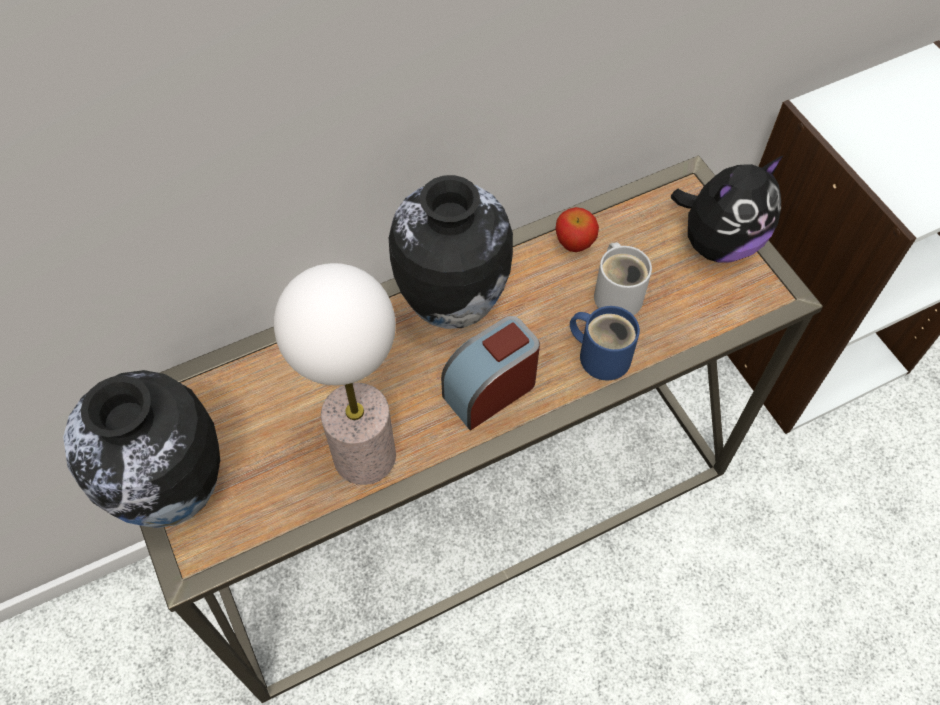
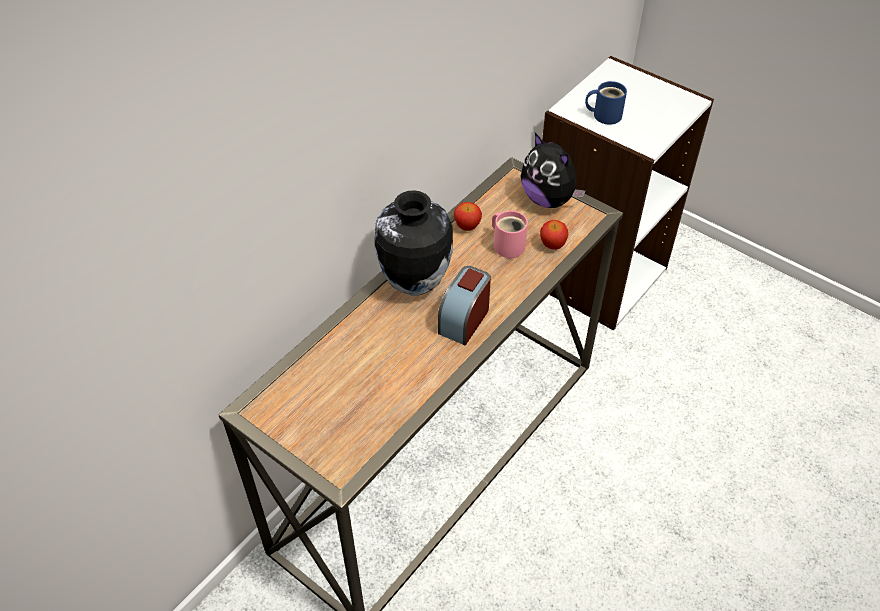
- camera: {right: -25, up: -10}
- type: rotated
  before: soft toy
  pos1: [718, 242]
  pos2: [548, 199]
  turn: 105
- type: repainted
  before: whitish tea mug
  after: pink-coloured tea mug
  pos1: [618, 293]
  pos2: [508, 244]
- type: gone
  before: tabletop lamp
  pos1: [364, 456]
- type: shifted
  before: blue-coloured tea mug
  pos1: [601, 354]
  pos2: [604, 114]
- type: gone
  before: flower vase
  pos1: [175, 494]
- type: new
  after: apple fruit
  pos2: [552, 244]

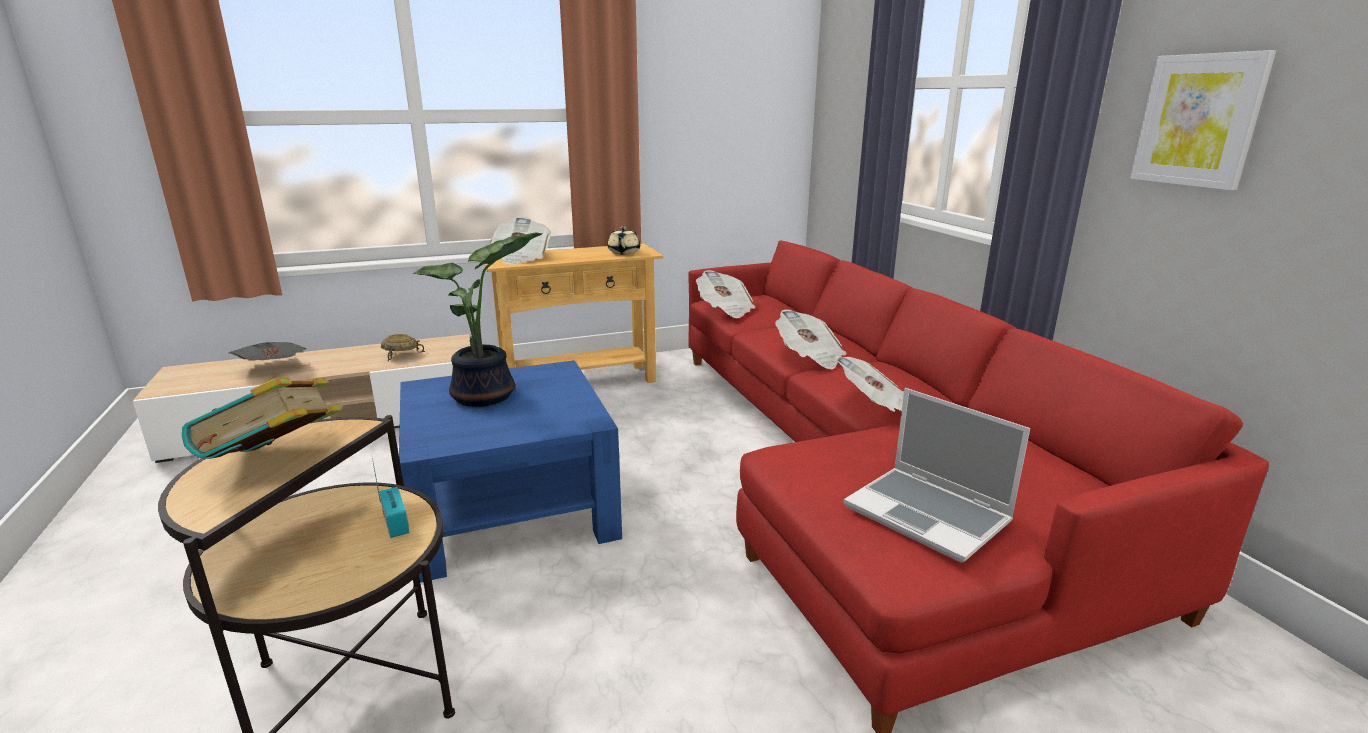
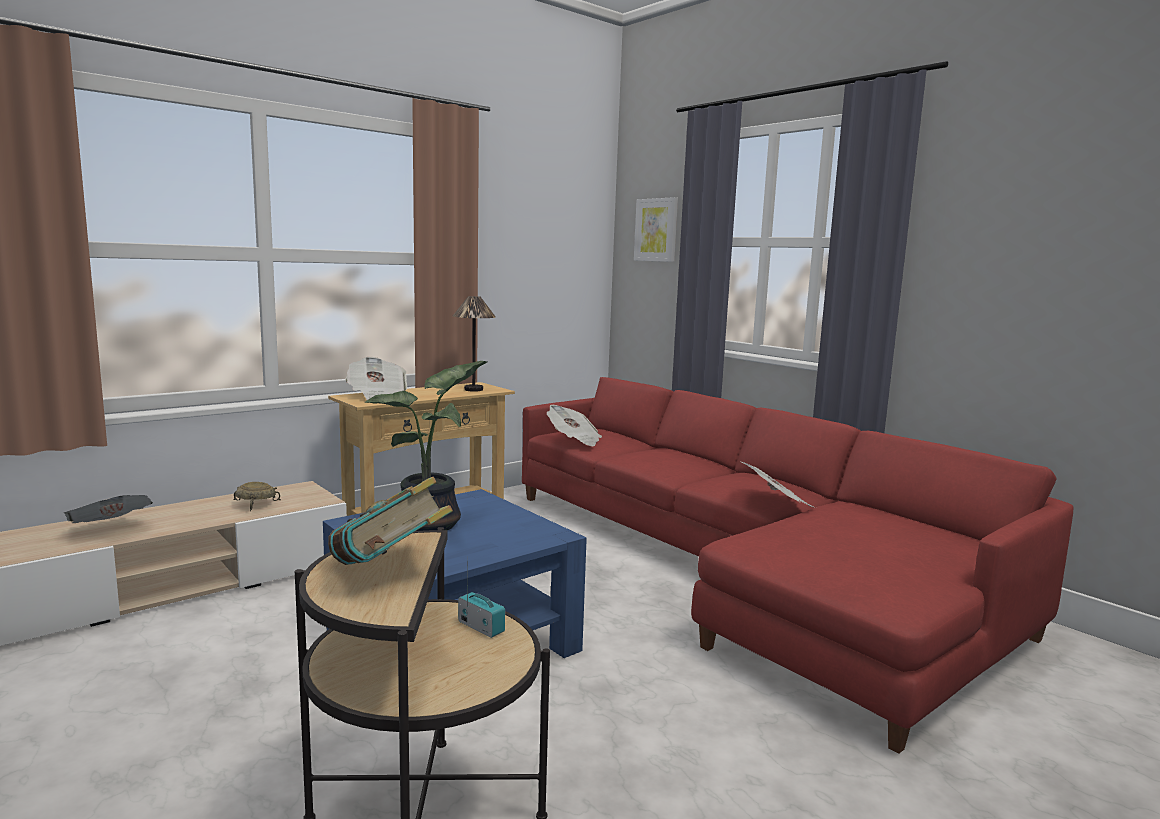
- camera: {right: -20, up: -10}
- type: shifted
  before: picture
  pos1: [1199, 120]
  pos2: [656, 230]
- type: swapped
  before: beige-coloured teapot
  after: tabletop lamp
  pos1: [623, 252]
  pos2: [474, 390]
- type: gone
  before: newspaper
  pos1: [810, 357]
- type: gone
  before: laptop
  pos1: [929, 515]

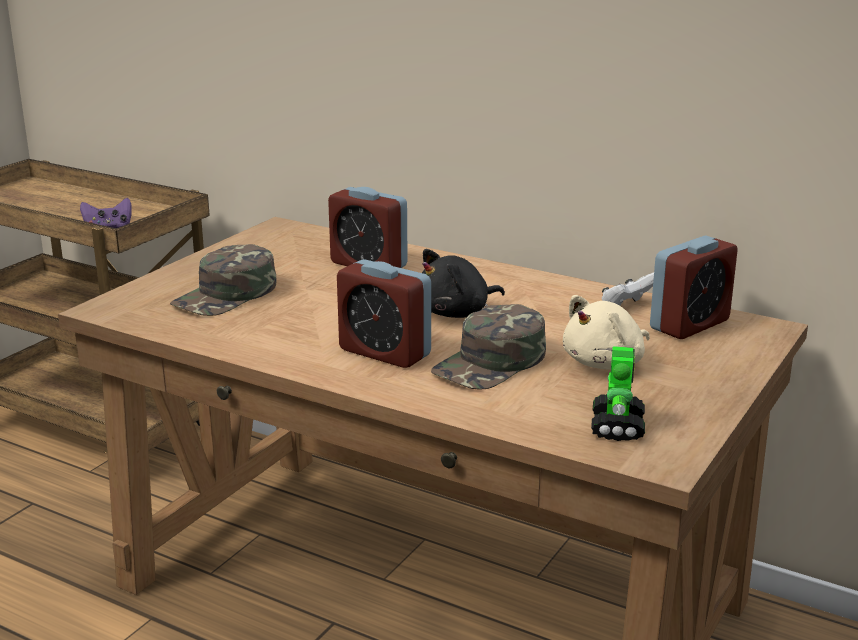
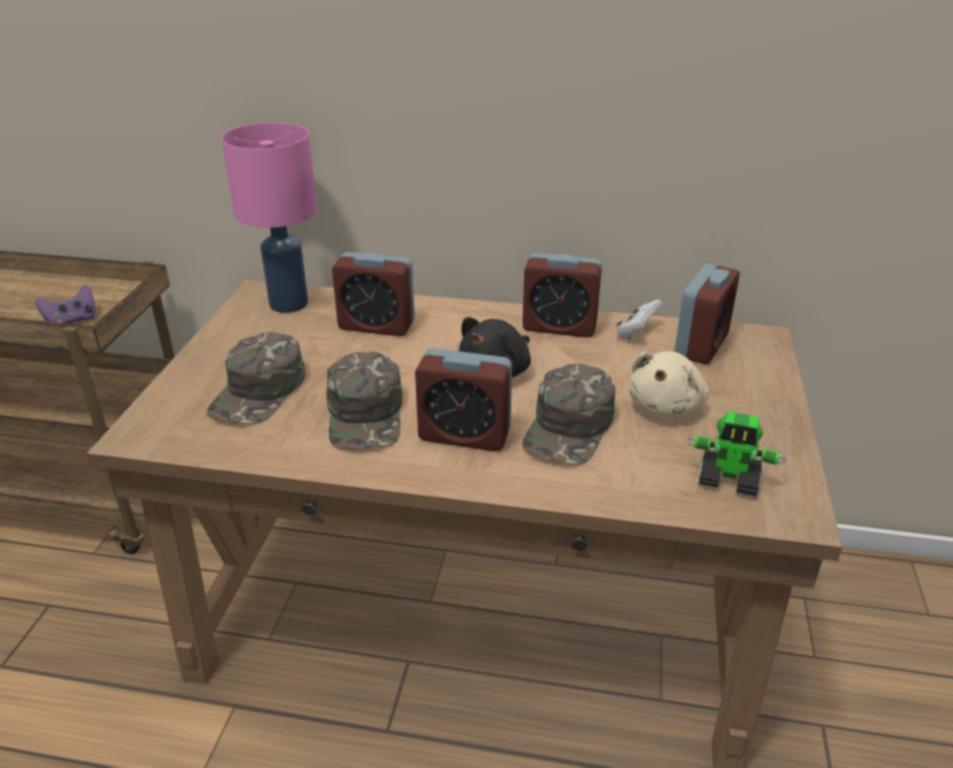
- camera: {right: -20, up: 10}
- type: rotated
  before: model robot
  pos1: [617, 426]
  pos2: [729, 480]
  turn: 120
- type: new
  after: pink-coloured tabletop lamp
  pos2: [288, 303]
- type: new
  after: table clock
  pos2: [559, 327]
- type: new
  after: greenish baseball cap
  pos2: [366, 414]

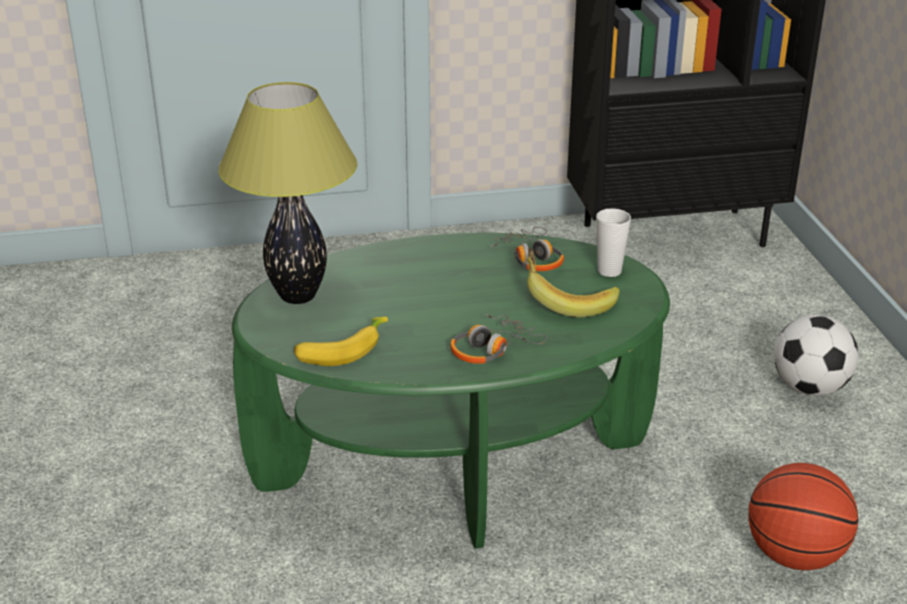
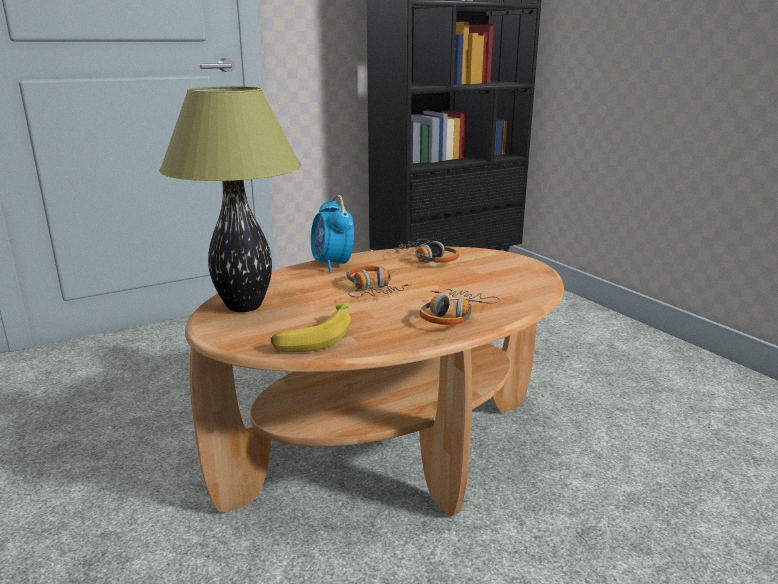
- camera: {right: -20, up: -10}
- type: gone
  before: small cup
  pos1: [609, 271]
- type: repainted
  before: greenish low table
  after: brownish low table
  pos1: [454, 466]
  pos2: [389, 451]
- type: gone
  before: banana fruit
  pos1: [566, 300]
- type: gone
  before: ball for football
  pos1: [809, 388]
- type: gone
  before: basketball ball
  pos1: [794, 556]
- type: new
  after: table clock
  pos2: [332, 265]
- type: new
  after: headset
  pos2: [372, 290]

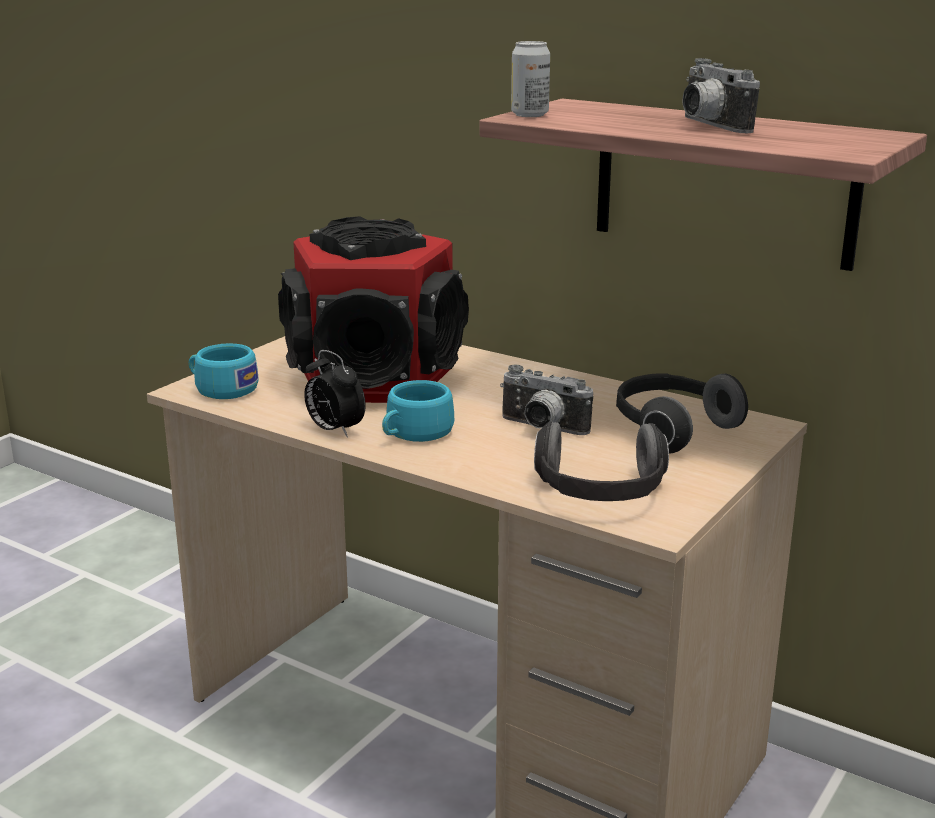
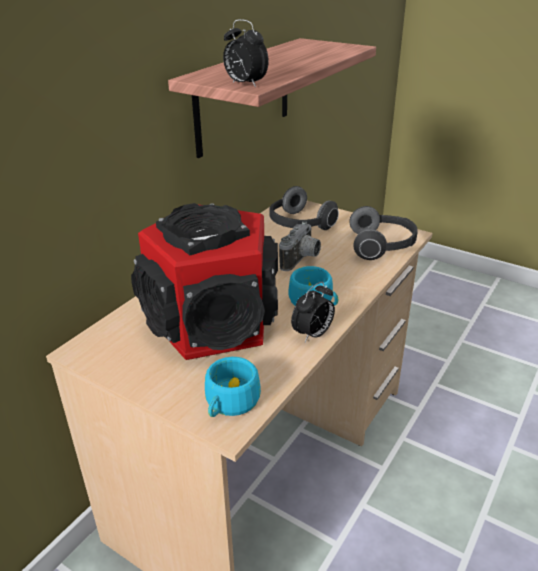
- camera: {right: -90, up: 10}
- type: swapped
  before: can
  after: table clock
  pos1: [529, 115]
  pos2: [245, 84]
- type: gone
  before: photo camera
  pos1: [707, 126]

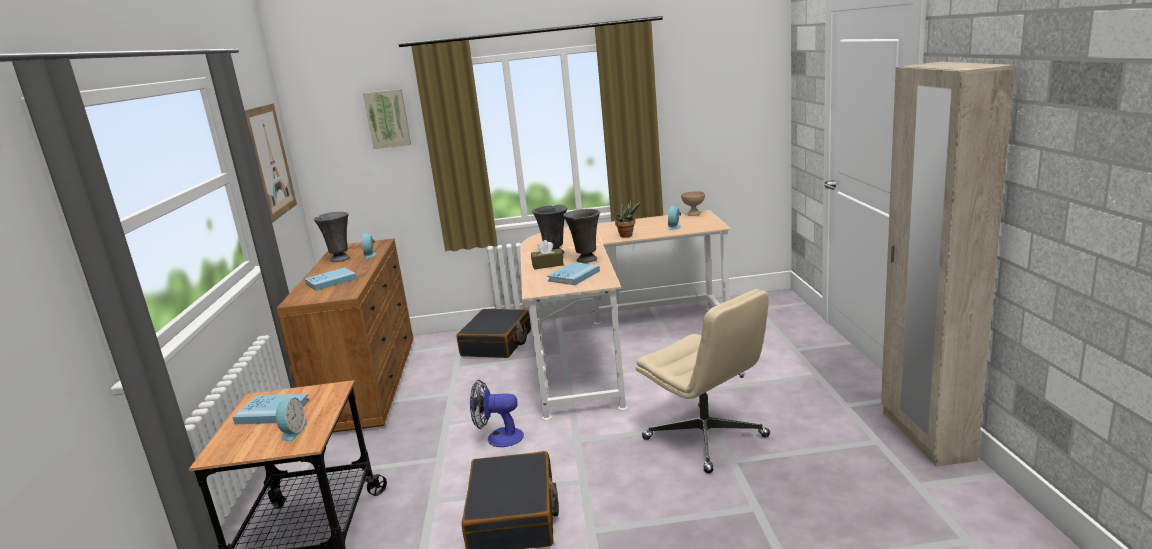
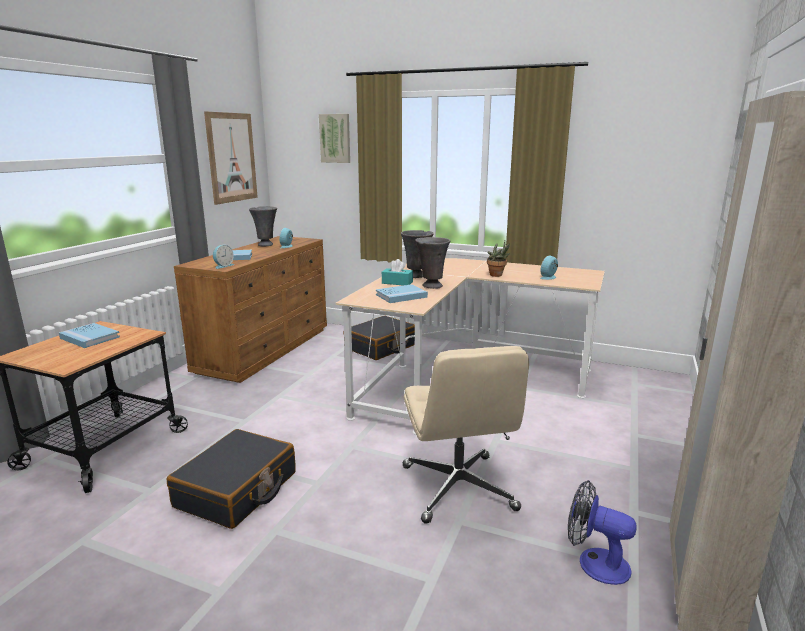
- camera: {right: 25, up: 0}
- type: gone
  before: beige-coloured serving bowl
  pos1: [694, 214]
- type: repainted
  before: brownish box of tissues
  after: turquoise-coloured box of tissues
  pos1: [547, 265]
  pos2: [397, 283]
- type: shifted
  before: electric fan
  pos1: [498, 438]
  pos2: [594, 562]
- type: shifted
  before: table clock
  pos1: [292, 432]
  pos2: [223, 266]

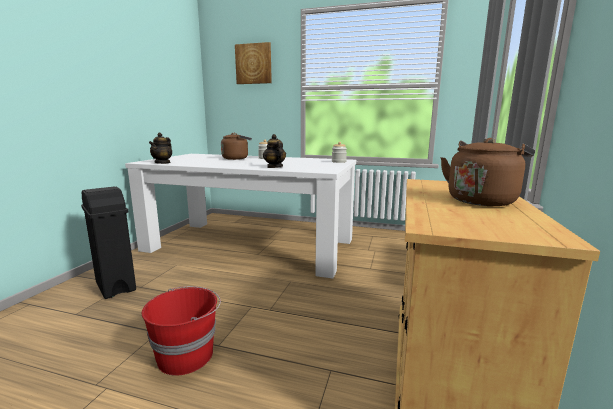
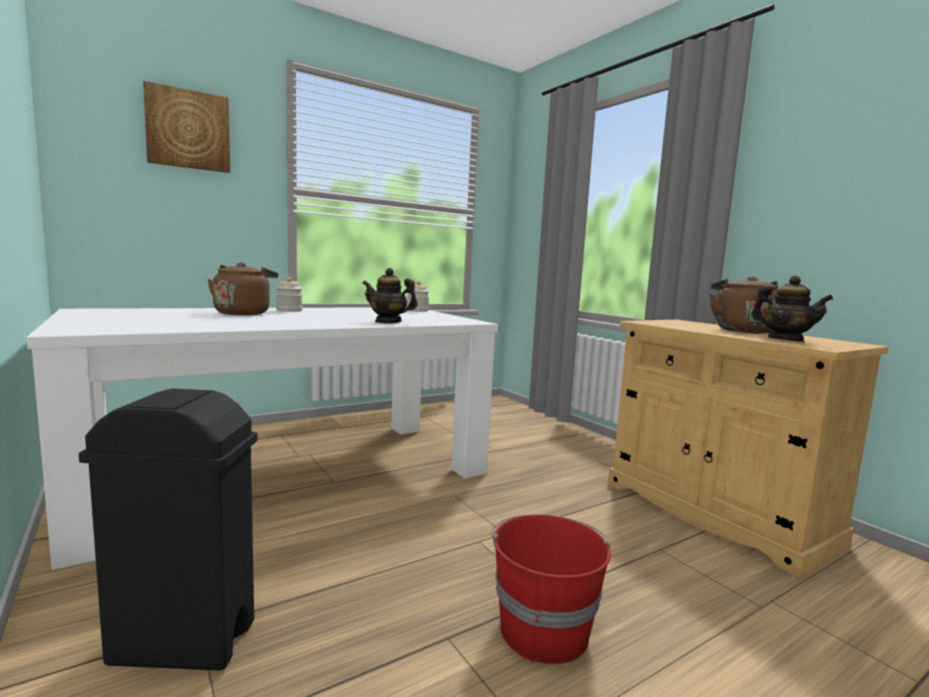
- camera: {right: -50, up: -5}
- type: shifted
  before: teapot
  pos1: [162, 162]
  pos2: [785, 340]

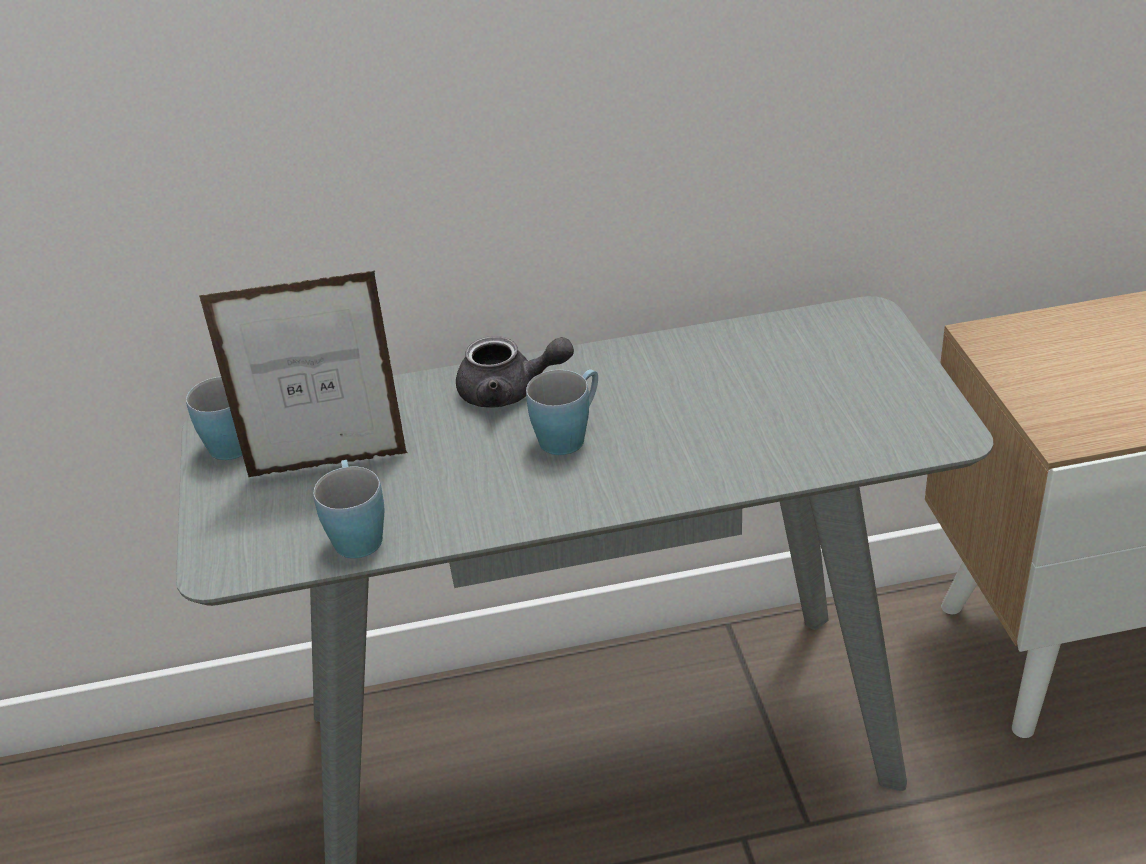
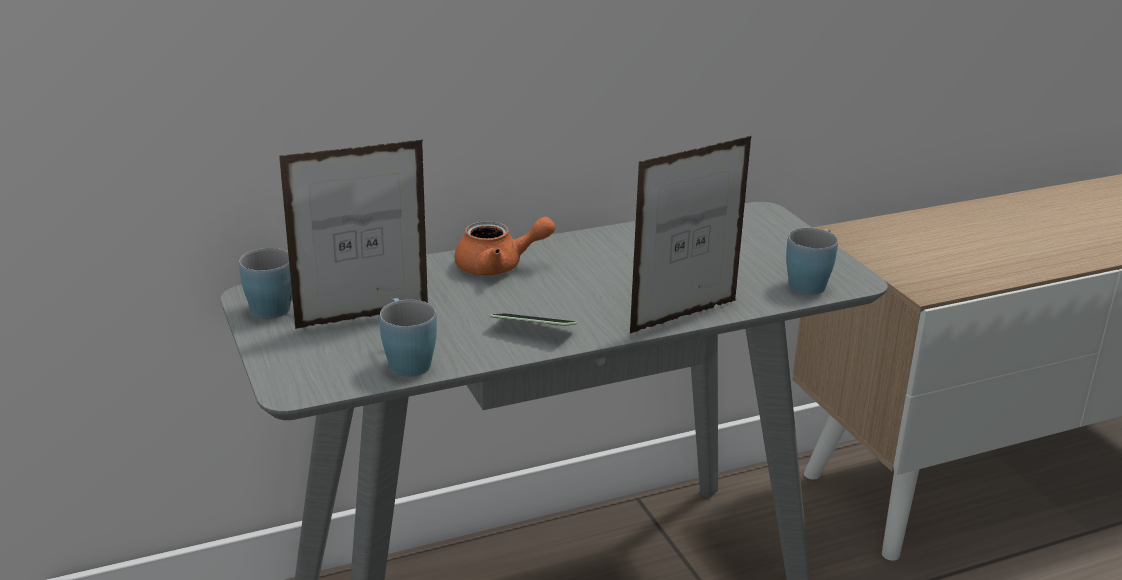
- camera: {right: -15, up: -10}
- type: repainted
  before: gray teapot
  after: orangey teapot
  pos1: [509, 392]
  pos2: [498, 266]
- type: shifted
  before: blue-coloured tea mug
  pos1: [569, 435]
  pos2: [810, 282]
- type: new
  after: photo frame
  pos2: [684, 316]
- type: new
  after: telephone
  pos2: [533, 330]

